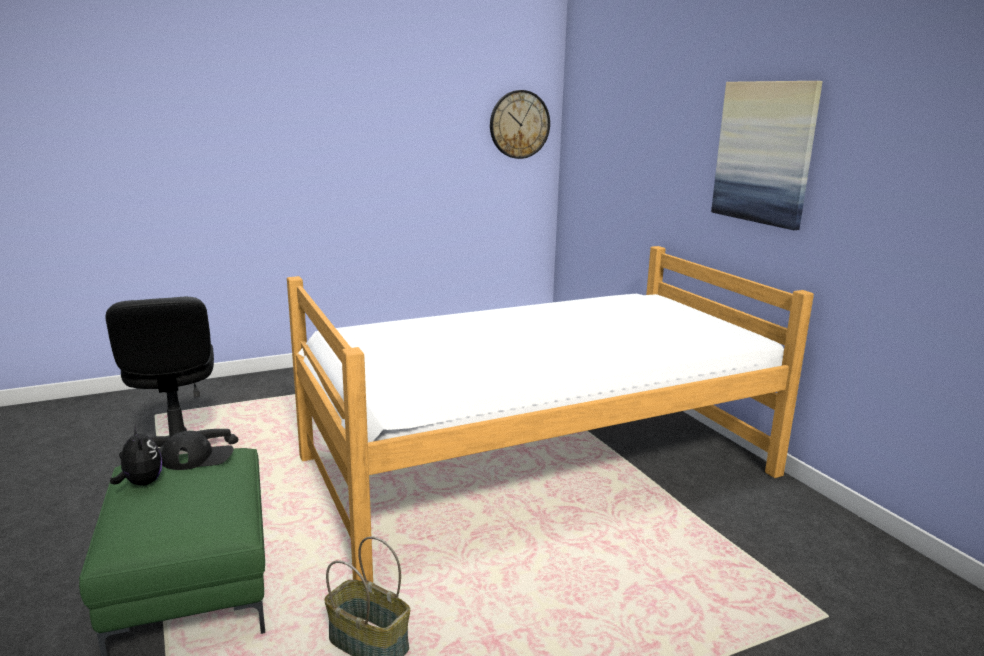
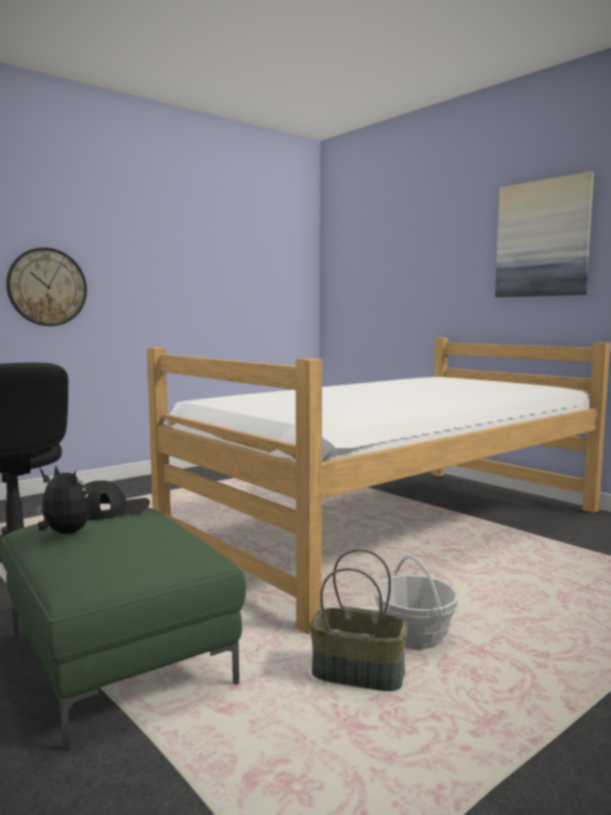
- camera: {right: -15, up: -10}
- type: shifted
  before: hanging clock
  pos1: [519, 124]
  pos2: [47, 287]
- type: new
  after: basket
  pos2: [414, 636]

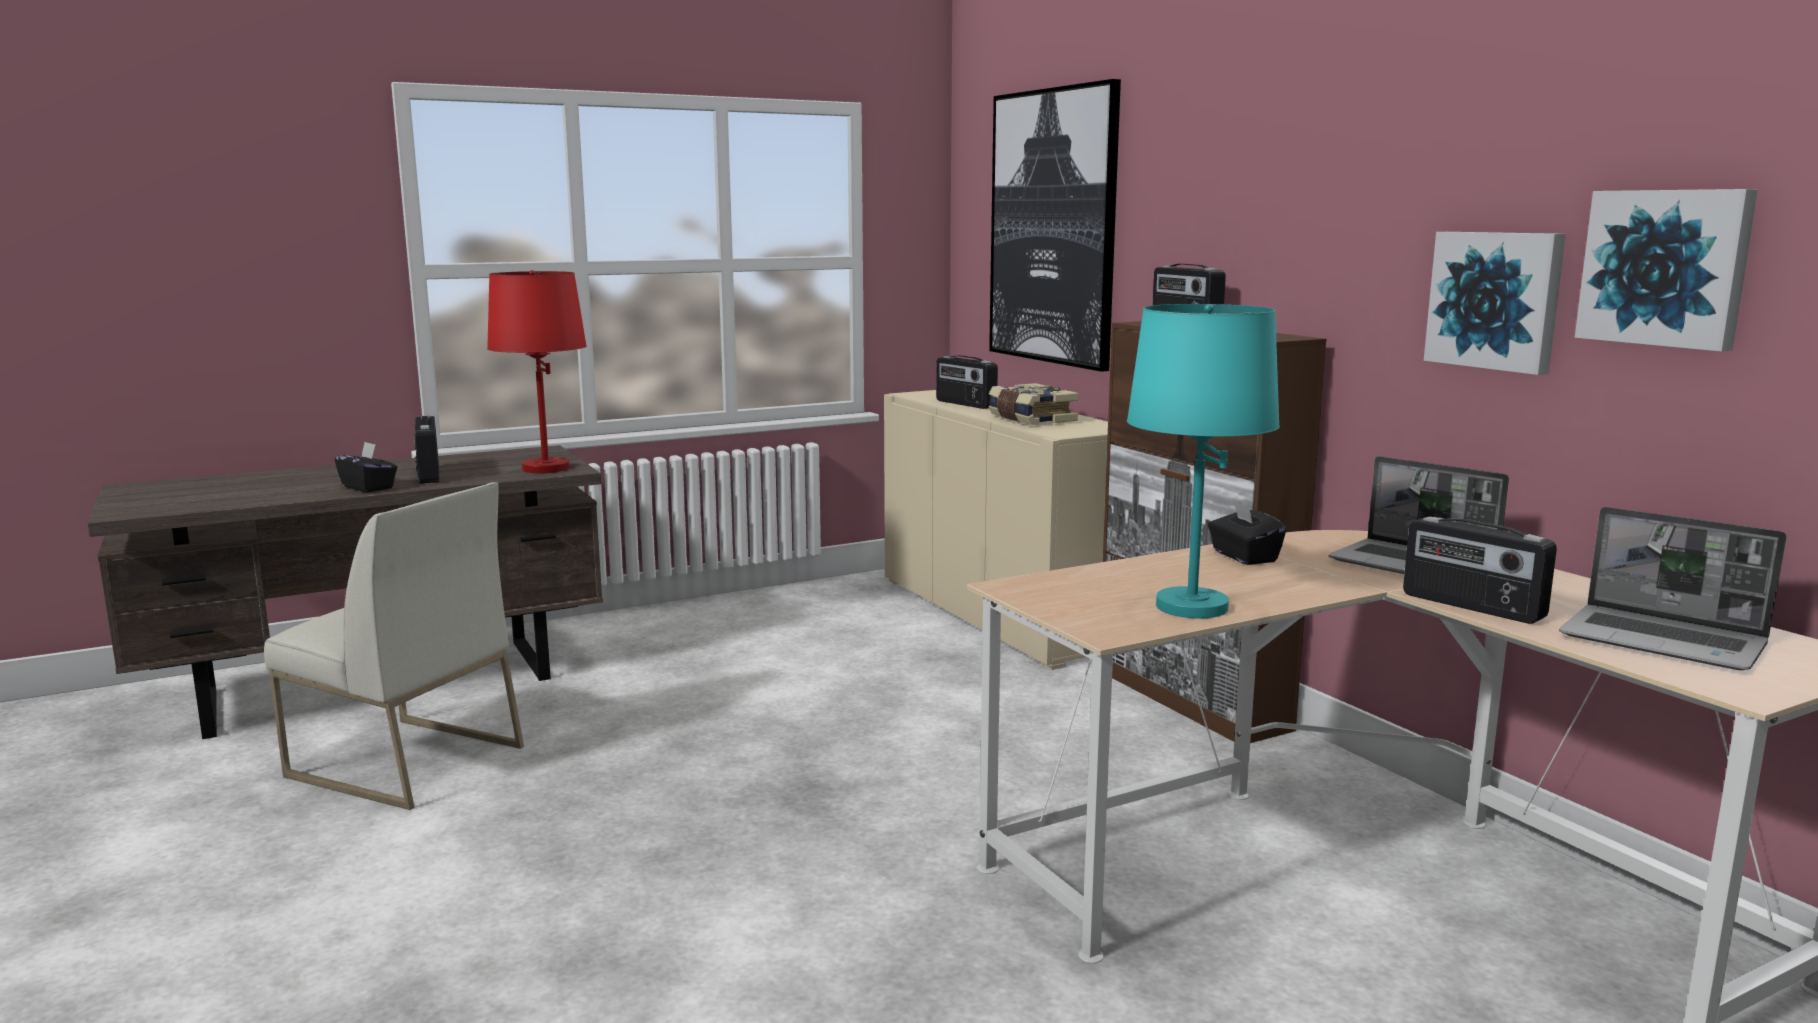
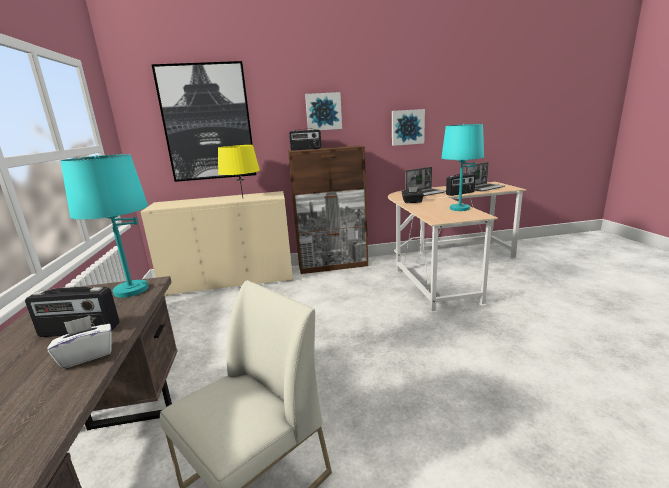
- camera: {right: -70, up: 5}
- type: shifted
  before: picture
  pos1: [1666, 267]
  pos2: [323, 111]
- type: repainted
  before: red-coloured tabletop lamp
  after: turquoise-coloured tabletop lamp
  pos1: [545, 468]
  pos2: [131, 290]
- type: gone
  before: radio receiver
  pos1: [965, 404]
- type: swapped
  before: book
  after: yellow-coloured tabletop lamp
  pos1: [1030, 419]
  pos2: [242, 198]
- type: repainted
  before: blackish box of tissues
  after: whitish box of tissues
  pos1: [368, 487]
  pos2: [87, 355]

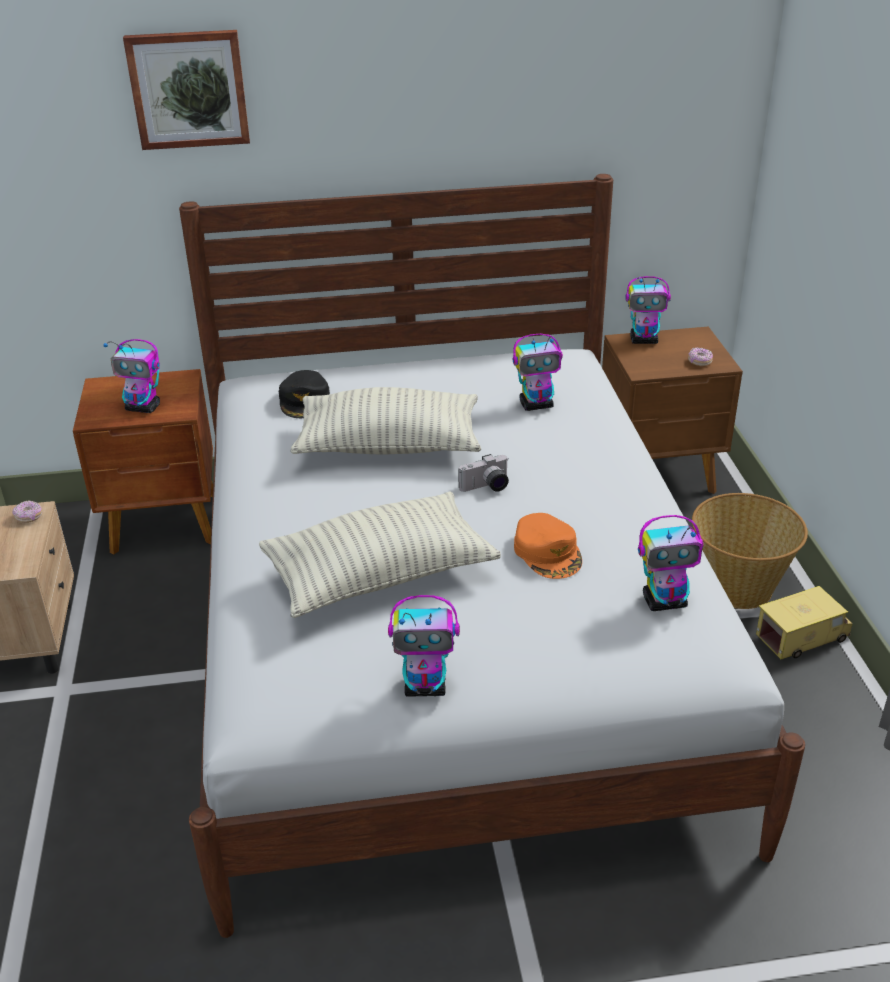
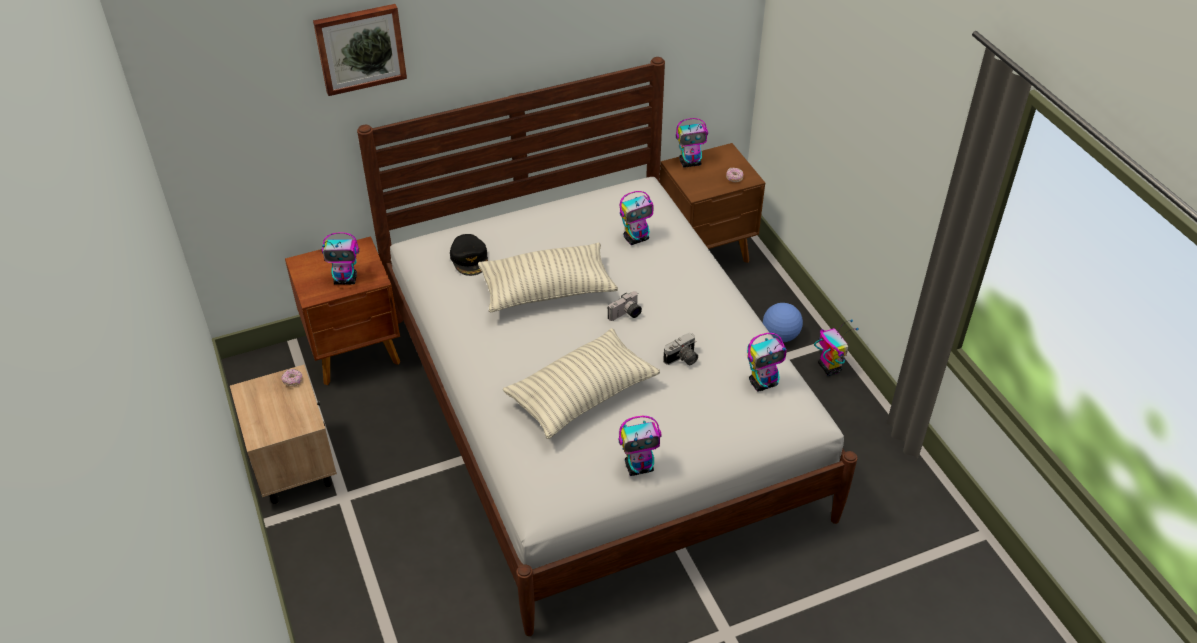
- camera: {right: -15, up: 10}
- type: swapped
  before: basket
  after: ball for football
  pos1: [738, 586]
  pos2: [780, 336]
- type: swapped
  before: orangey baseball cap
  after: photo camera
  pos1: [548, 552]
  pos2: [682, 359]
- type: swapped
  before: toy lorry
  after: model robot
  pos1: [802, 637]
  pos2: [829, 367]

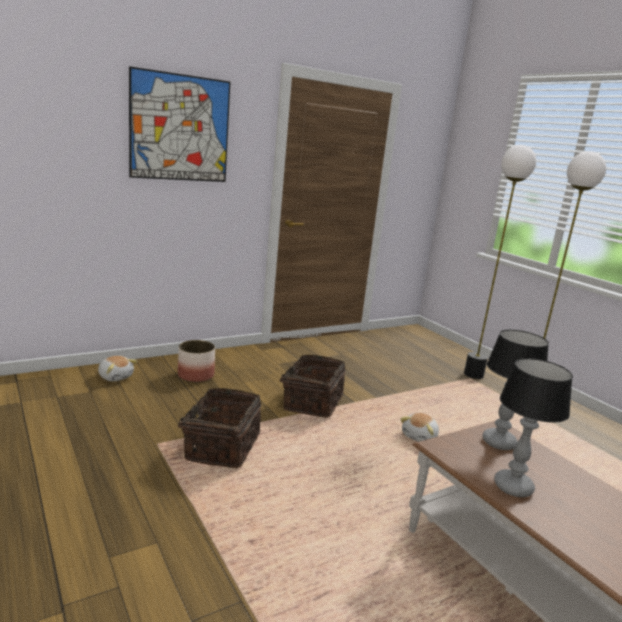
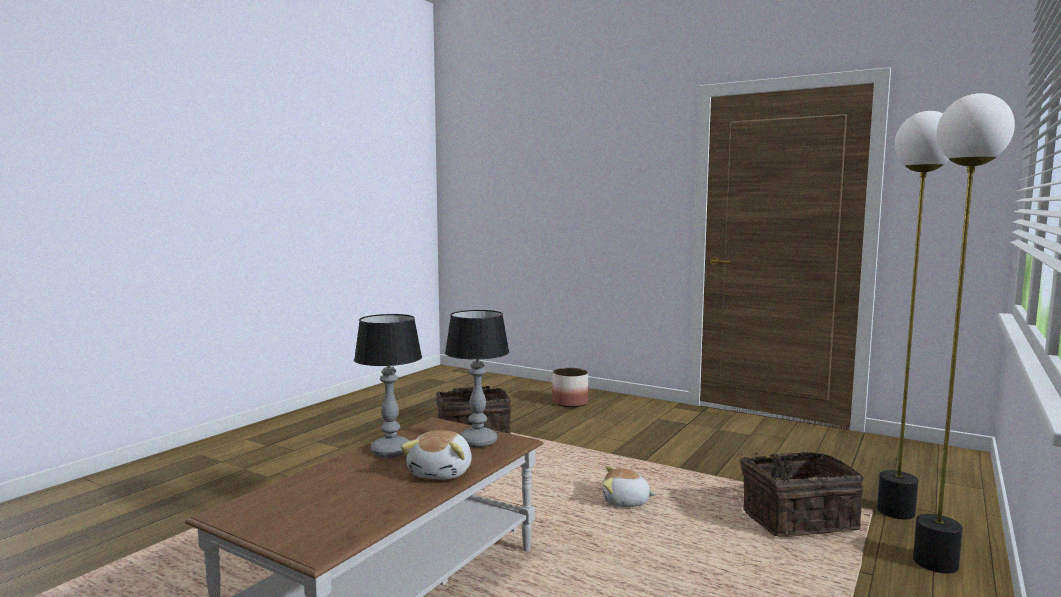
- camera: {right: 65, up: -10}
- type: gone
  before: picture
  pos1: [180, 128]
- type: shifted
  before: basket
  pos1: [311, 402]
  pos2: [796, 519]
- type: shifted
  before: soft toy
  pos1: [116, 376]
  pos2: [442, 473]

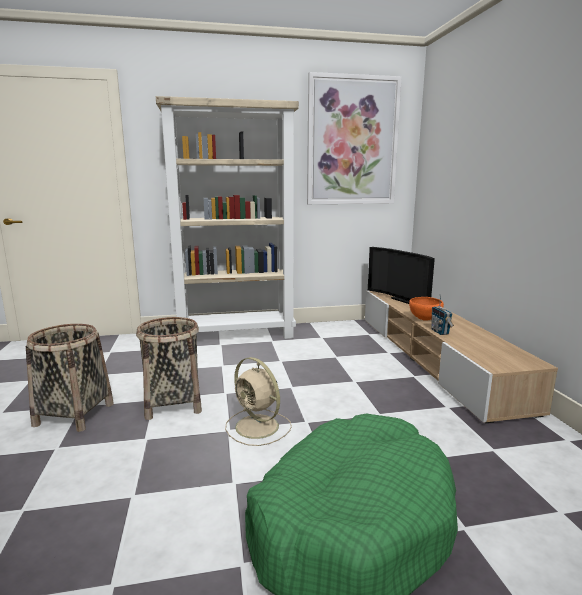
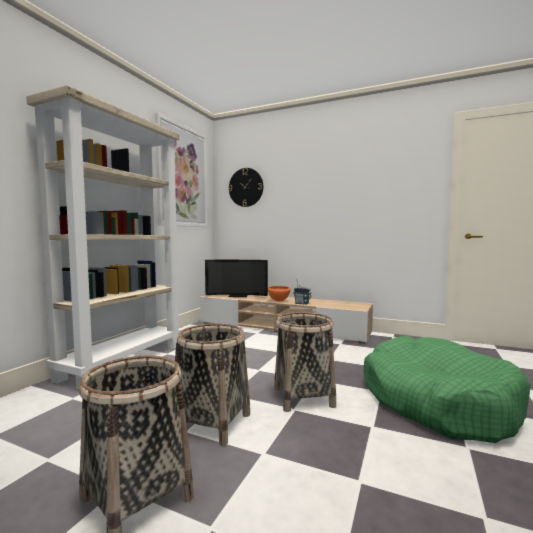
- camera: {right: -55, up: -10}
- type: swapped
  before: beige-coloured electric fan
  after: basket
  pos1: [258, 427]
  pos2: [304, 397]
- type: new
  after: hanging clock
  pos2: [246, 187]

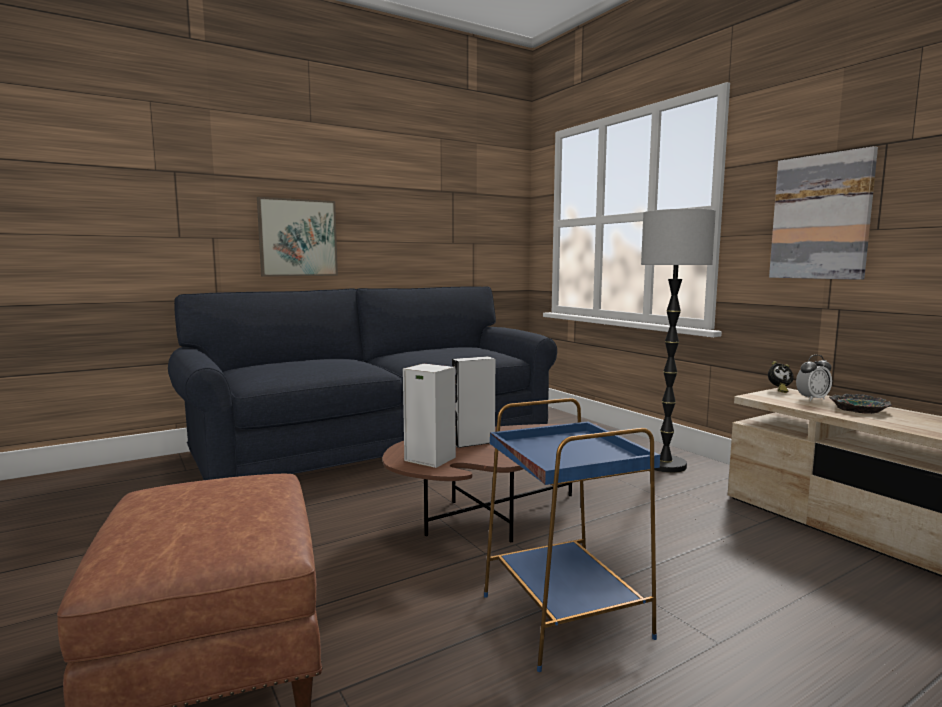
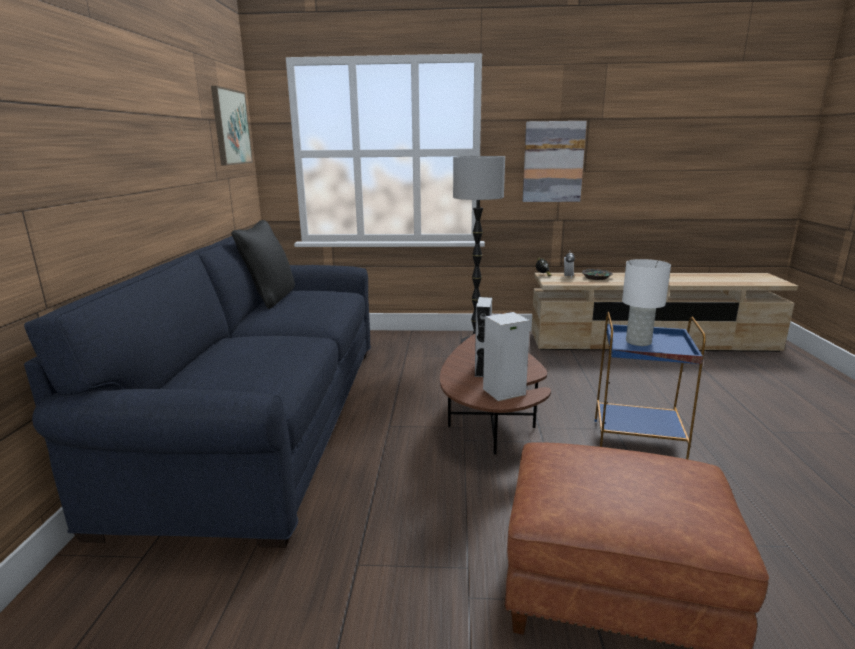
- camera: {right: -55, up: 10}
- type: shifted
  before: picture
  pos1: [298, 238]
  pos2: [231, 127]
- type: new
  after: blackish pillow
  pos2: [270, 298]
- type: new
  after: whitish tabletop lamp
  pos2: [639, 342]

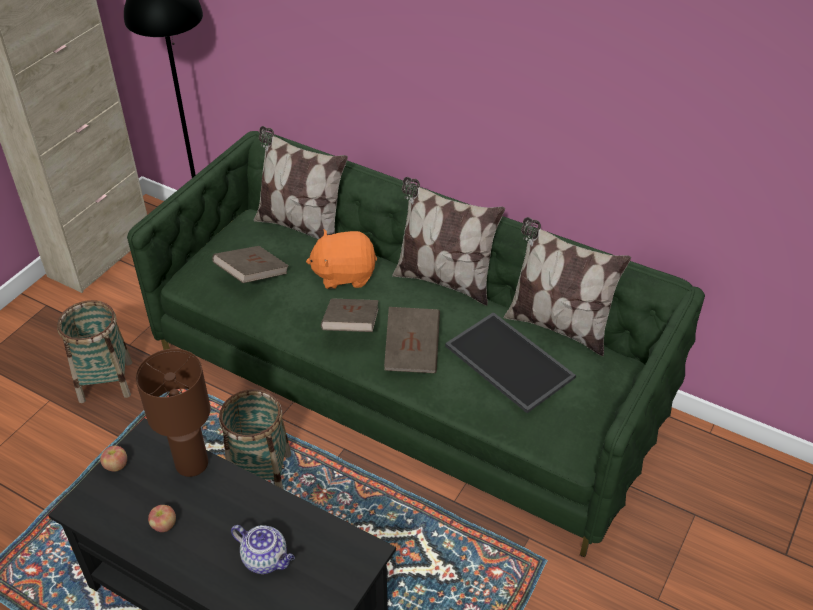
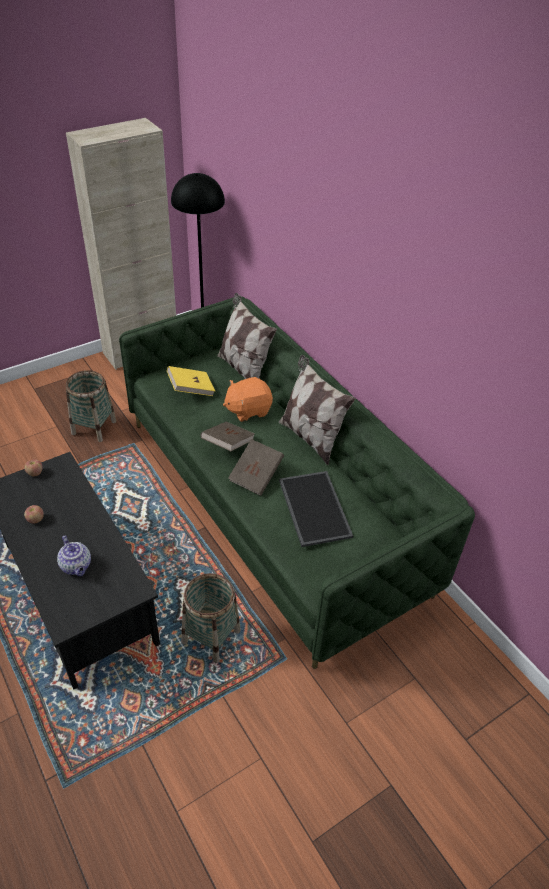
- camera: {right: 25, up: 0}
- type: gone
  before: pillow
  pos1: [557, 325]
- type: rotated
  before: orangey soft toy
  pos1: [344, 274]
  pos2: [248, 410]
  turn: -45
- type: repainted
  before: brownish book
  after: yellow-coloured book
  pos1: [252, 275]
  pos2: [191, 389]
- type: gone
  before: brownish tabletop lamp
  pos1: [191, 464]
- type: shifted
  before: basket
  pos1: [260, 473]
  pos2: [211, 637]

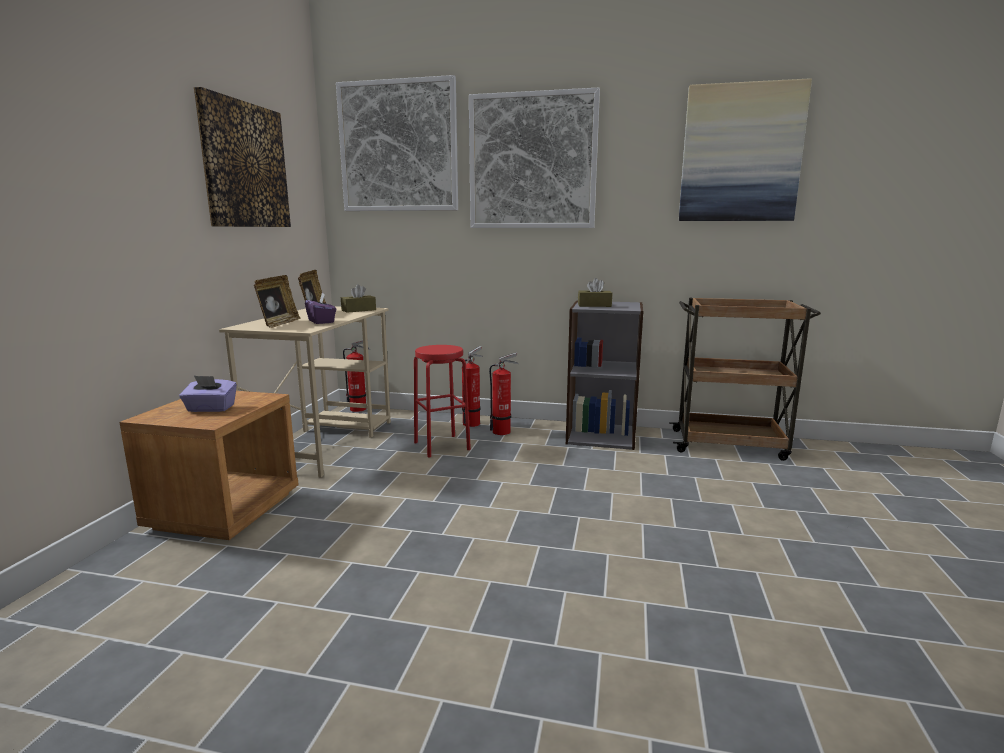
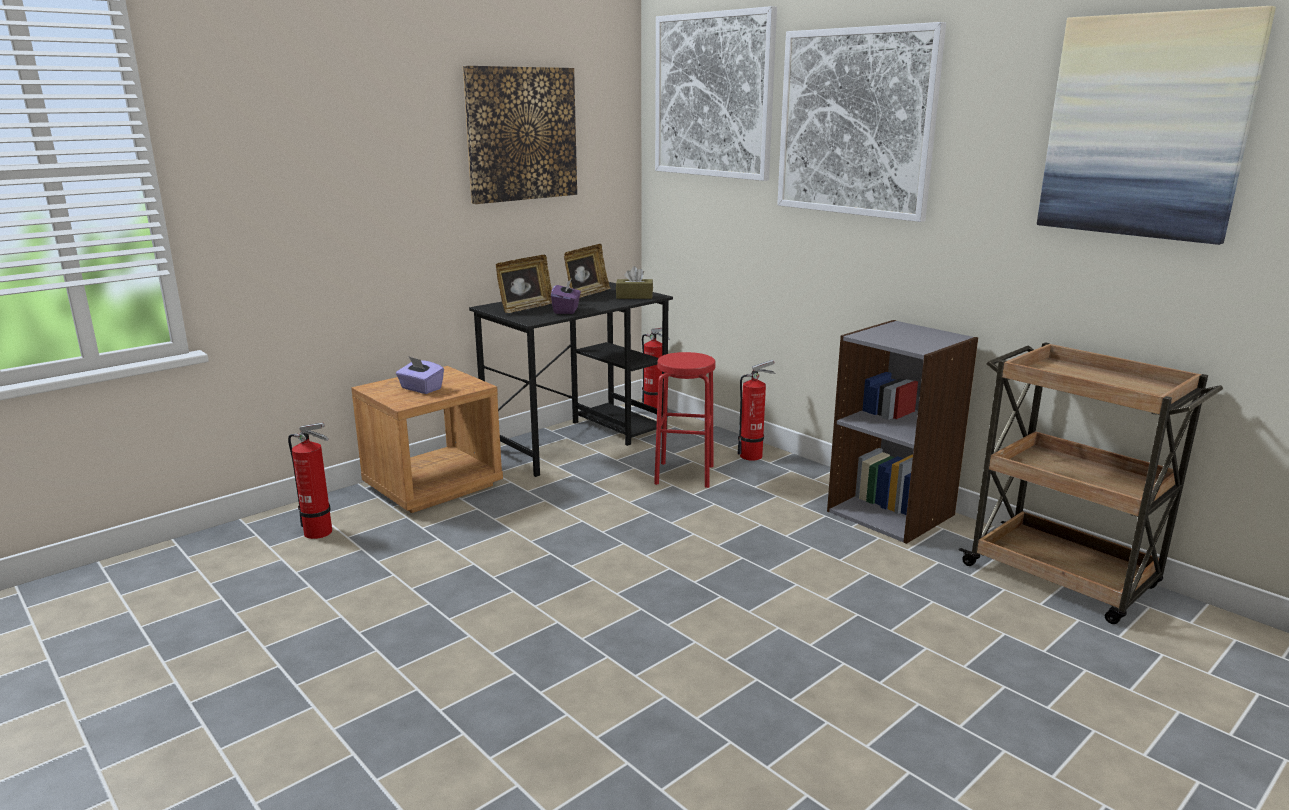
- camera: {right: 35, up: 5}
- type: gone
  before: brownish box of tissues
  pos1: [594, 305]
- type: repainted
  before: beige-coloured desk table
  after: blackish desk table
  pos1: [325, 442]
  pos2: [578, 440]
- type: shifted
  before: extinguisher
  pos1: [503, 431]
  pos2: [321, 532]

